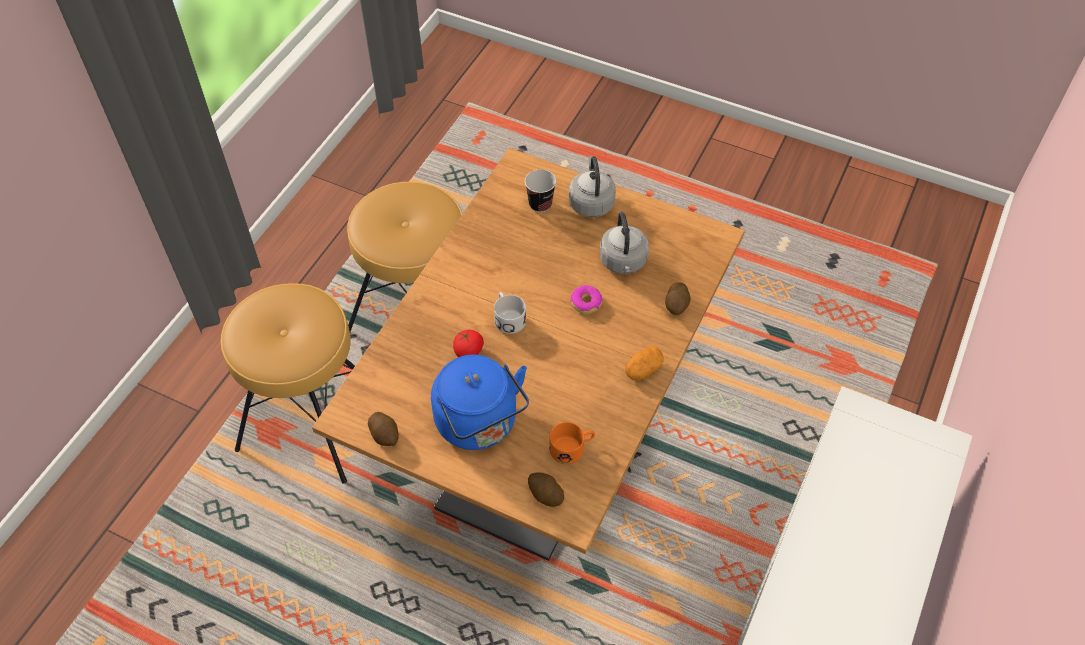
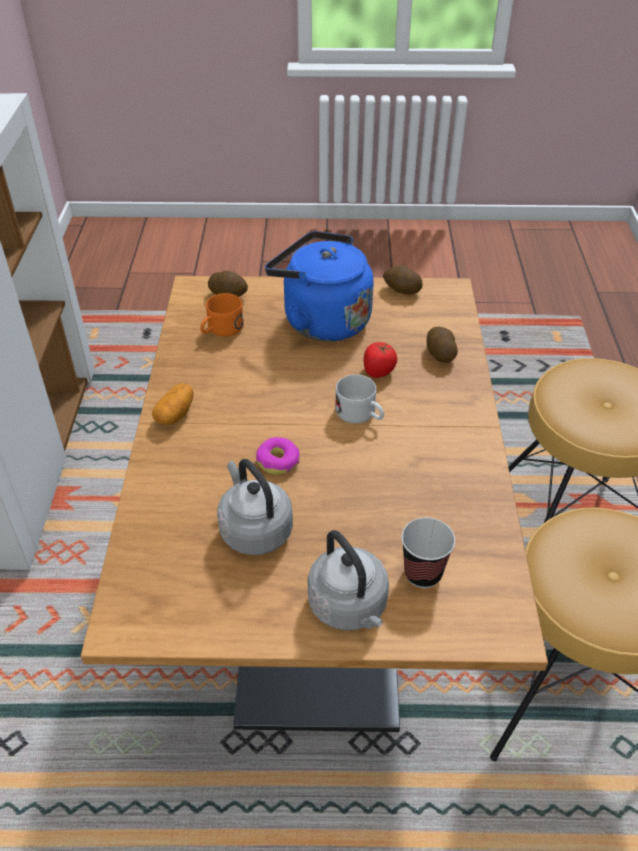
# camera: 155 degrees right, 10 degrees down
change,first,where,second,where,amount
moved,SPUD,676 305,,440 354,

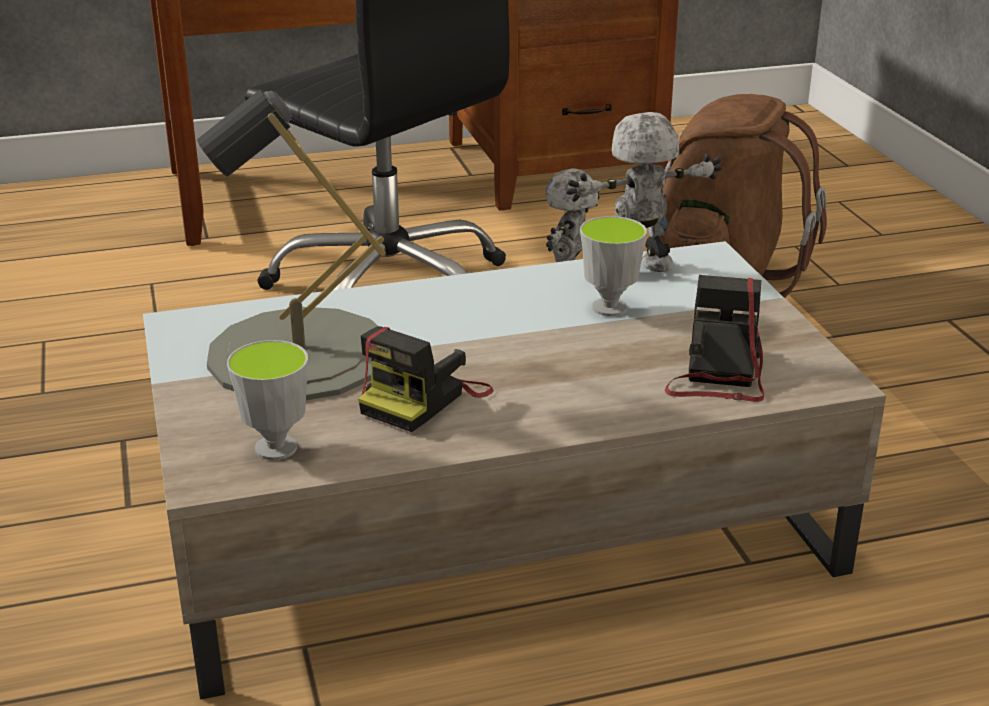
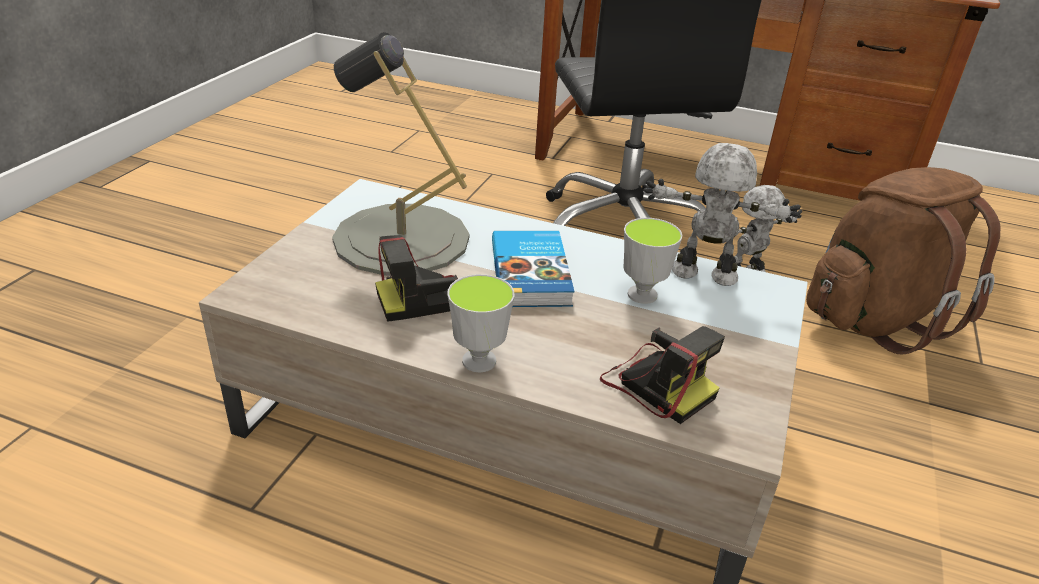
# camera: 35 degrees right, 5 degrees up
change,first,where,second,where,amount
added,,,BOUND BOOK,532 273,
moved,CUP,276 448,,479 361,
turned,STILL CAMERA,718 373,,656 384,90 degrees clockwise

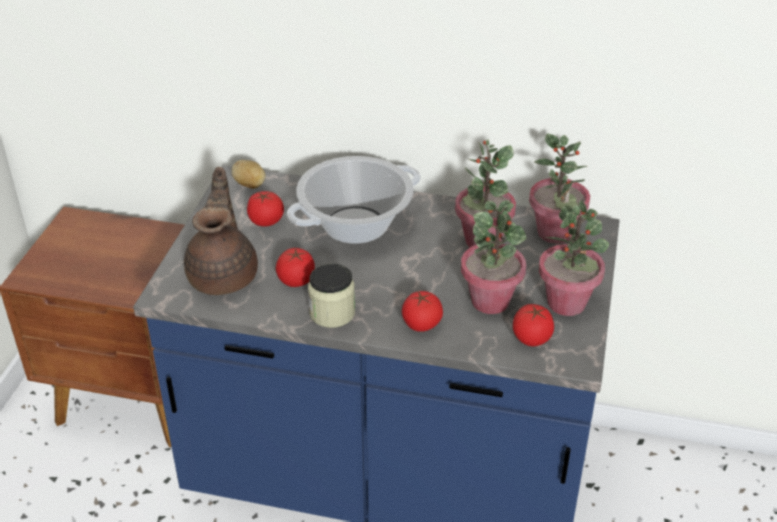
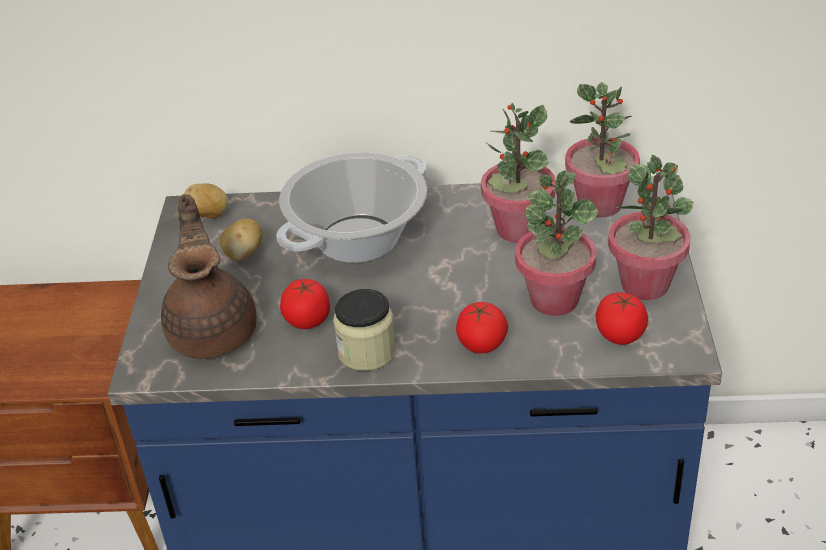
# camera: 10 degrees left, 0 degrees up
change,first,where,second,where,amount
replaced,WHOLE TOMATO,266 221,SPUD,244 254,

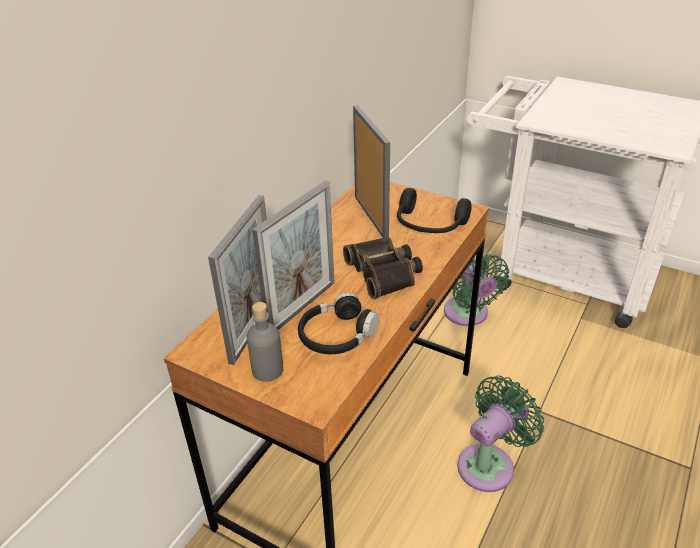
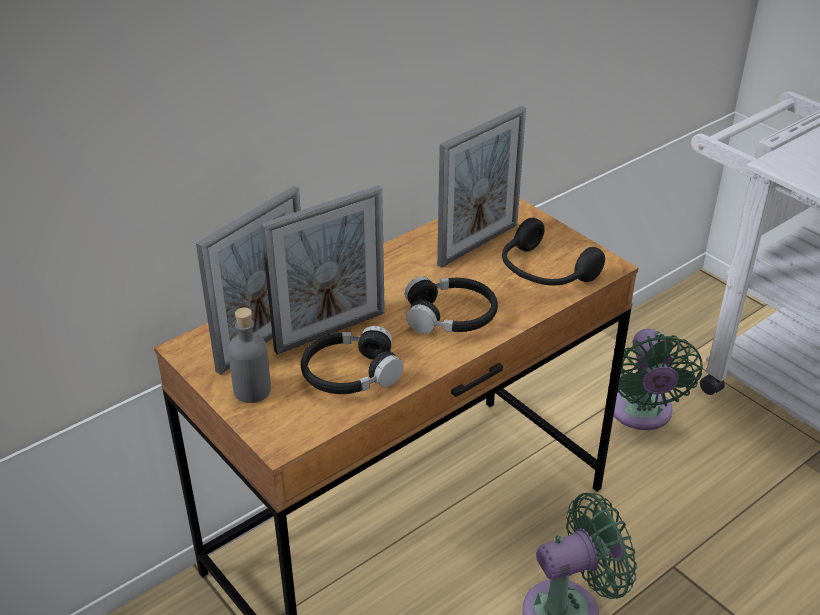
# camera: 20 degrees right, 0 degrees up
change,first,where,second,where,amount
replaced,BINOCULARS,384 273,BLACK-COLOURED PAIR OF HEADPHONES,451 316,
turned,PHOTO FRAME,371 217,,478 244,45 degrees clockwise

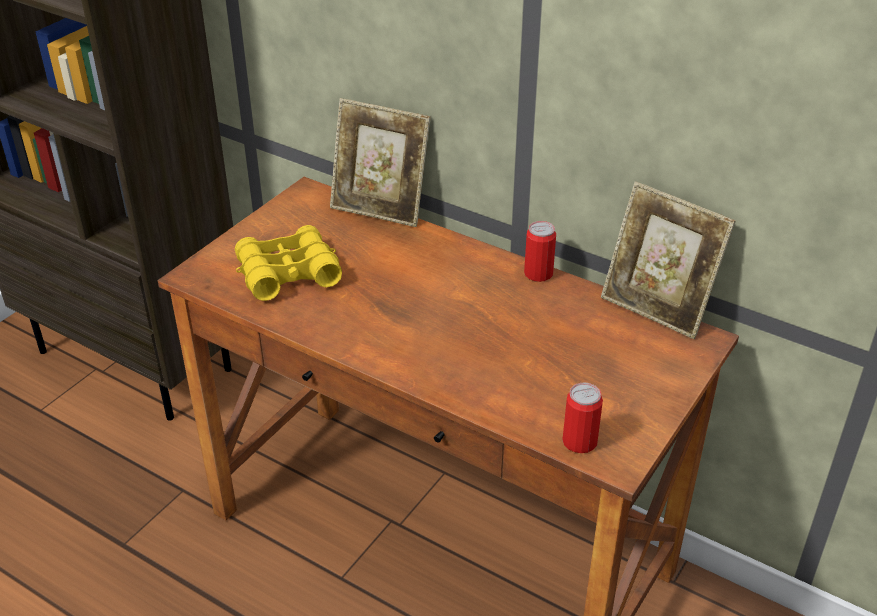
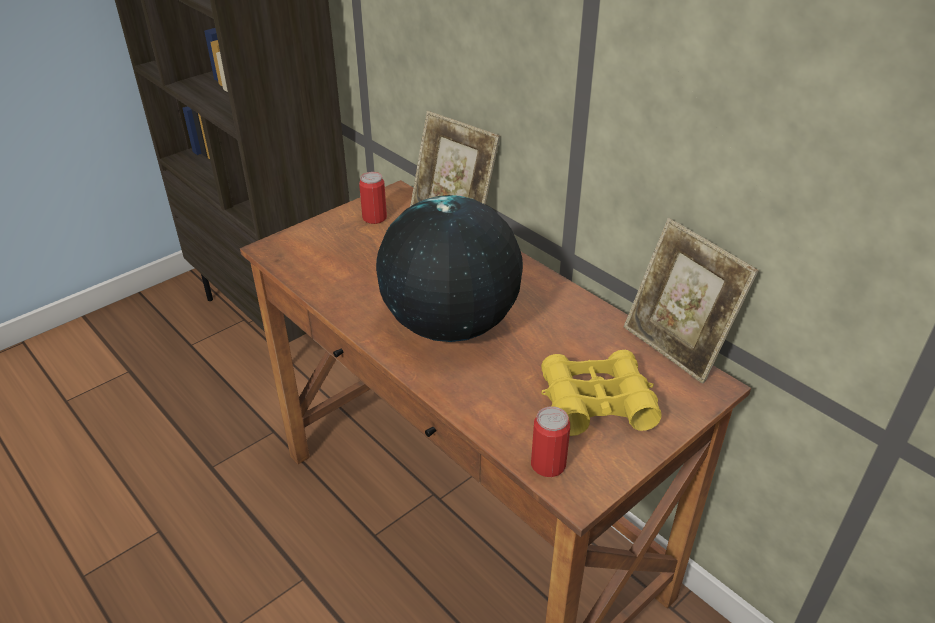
# camera: 15 degrees right, 0 degrees up
change,first,where,second,where,amount
added,,,GLOBE,450 325,
moved,YELLOW-COLOURED BINOCULARS,288 273,,596 402,
moved,CAN,538 274,,374 218,

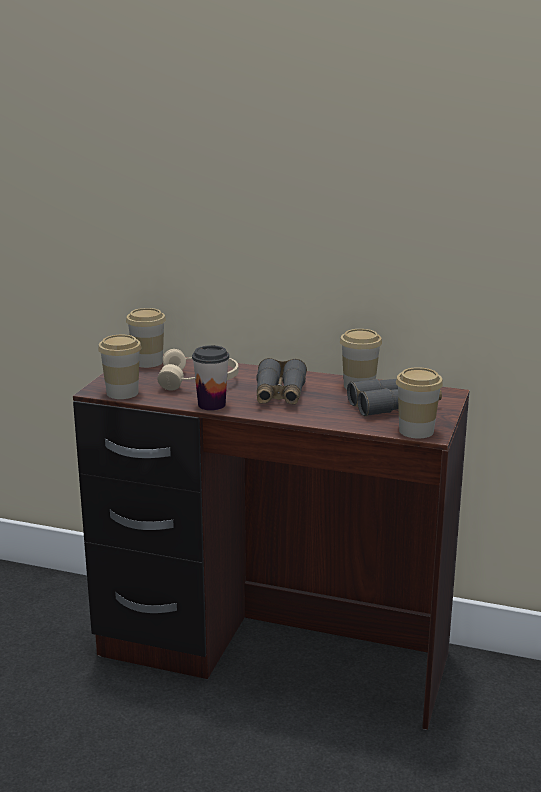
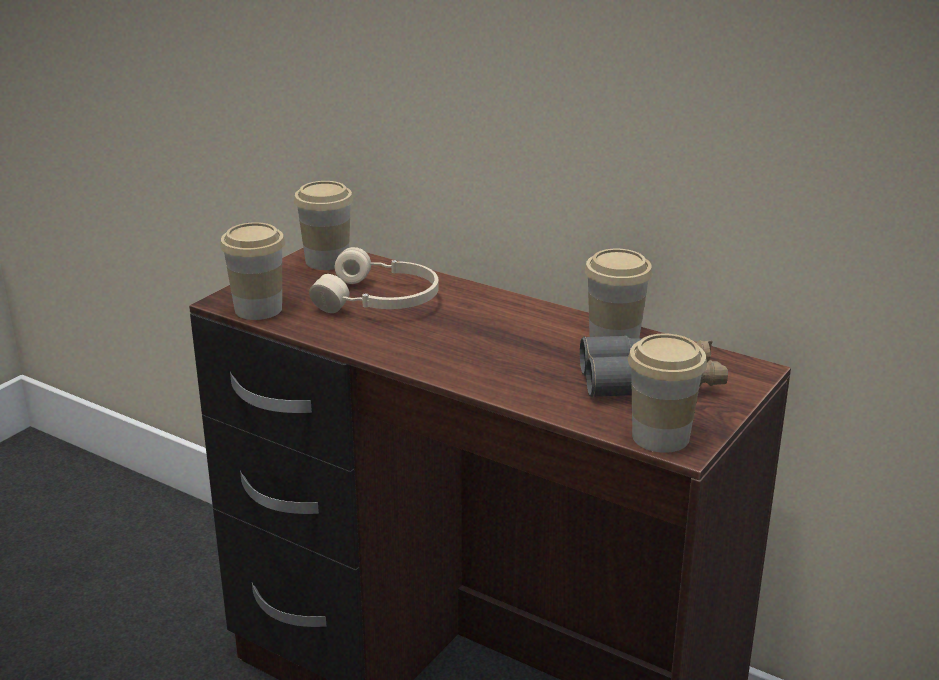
# camera: 15 degrees right, 5 degrees up
change,first,where,second,where,amount
removed,CUP,211 405,,,
removed,GREYISH BINOCULARS,280 394,,,

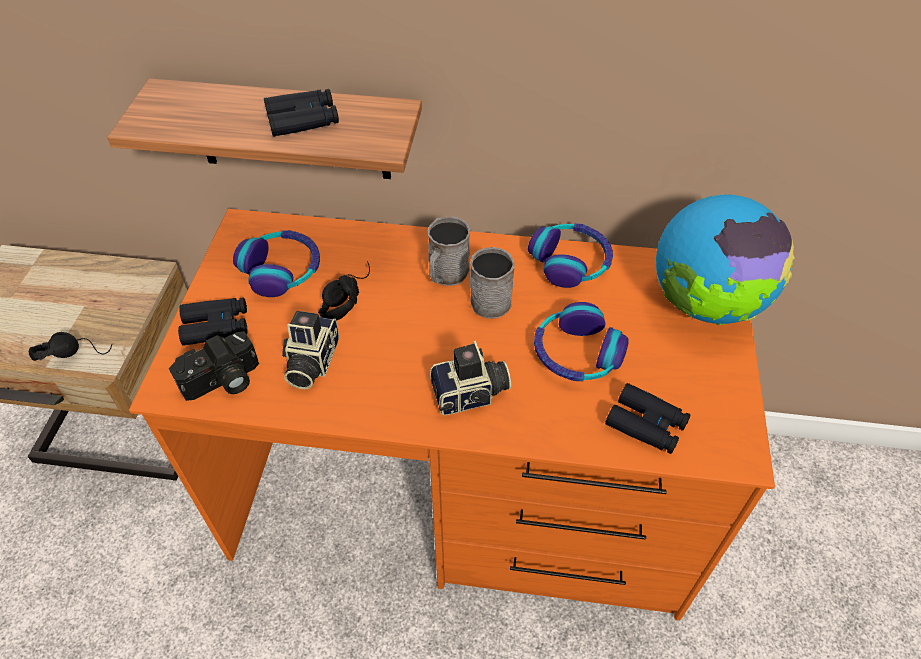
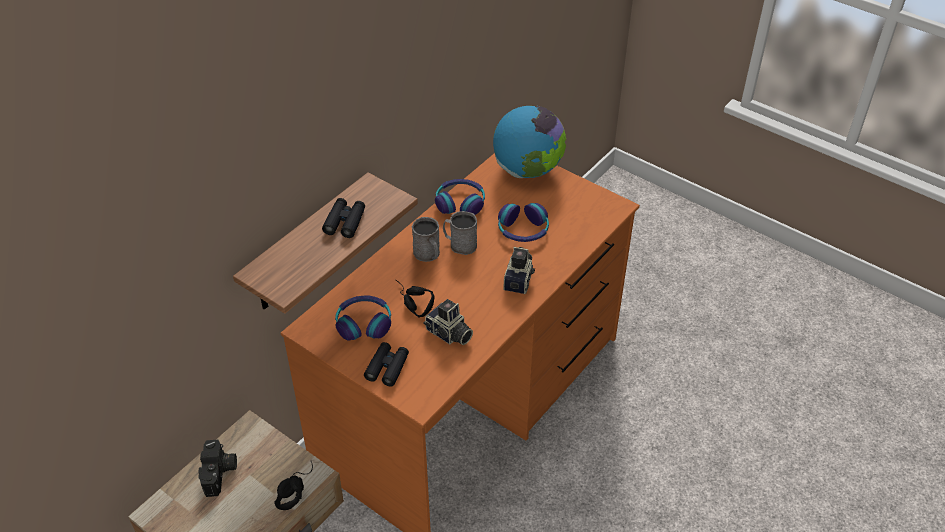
# camera: 60 degrees left, 5 degrees down
change,first,where,second,where,amount
removed,BLACK-COLOURED BINOCULARS,646 424,,,
moved,STILL CAMERA,223 382,,220 473,

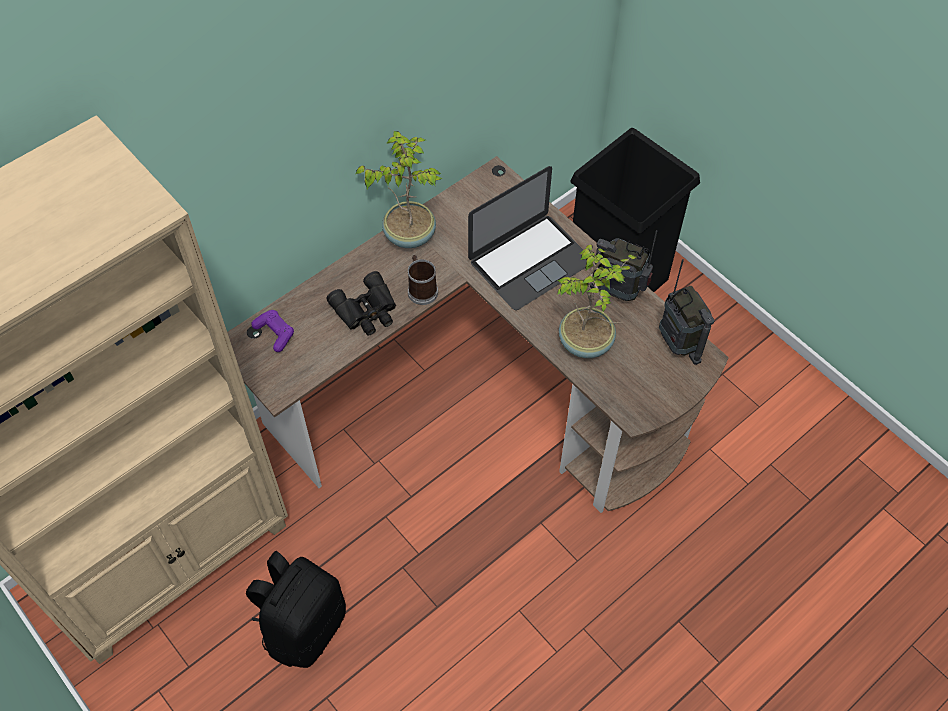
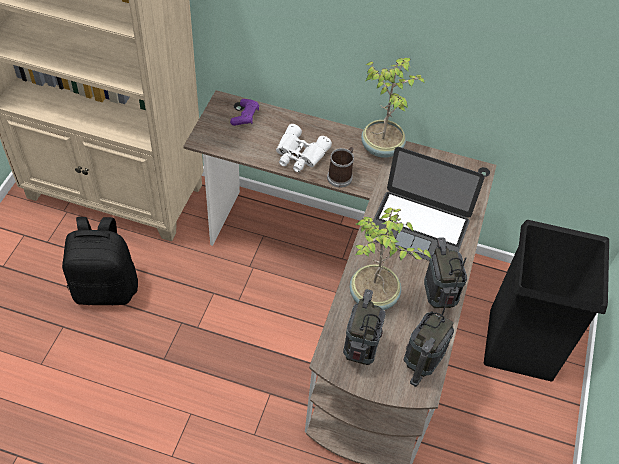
# camera: 55 degrees right, 5 degrees down
change,first,where,second,where,amount
added,,,RADIO SET,360 351,
recoloured,BLACK-COLOURED BINOCULARS,367 311,WHITISH BINOCULARS,299 155,

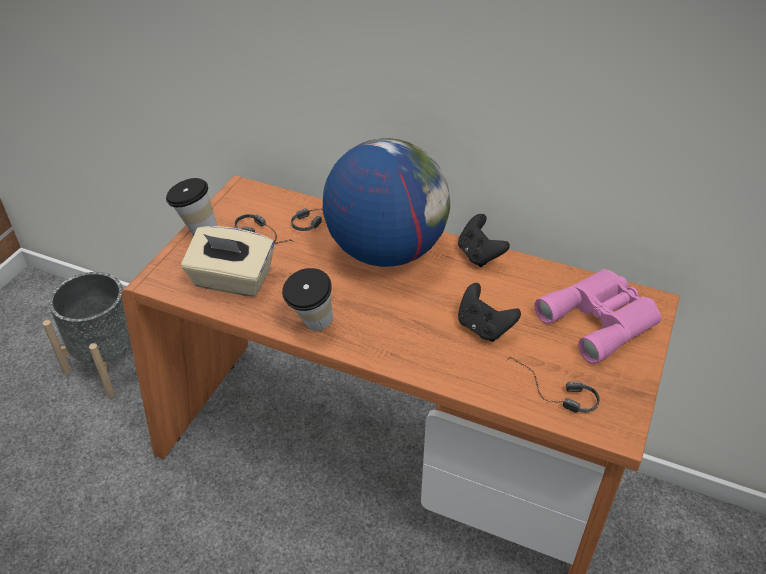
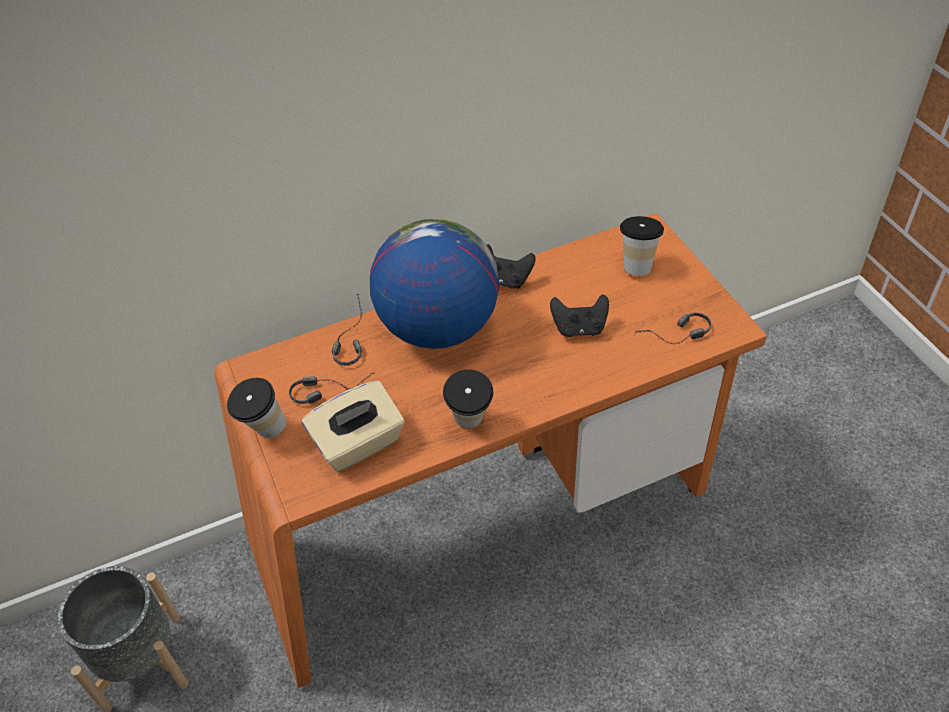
# camera: 45 degrees left, 5 degrees up
change,first,where,second,where,amount
replaced,PINK-COLOURED BINOCULARS,601 319,CUP,637 265,

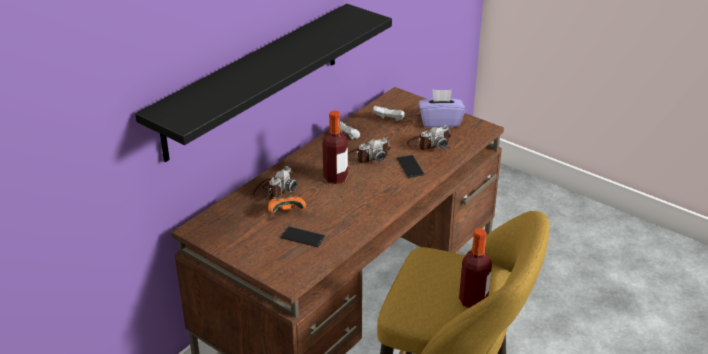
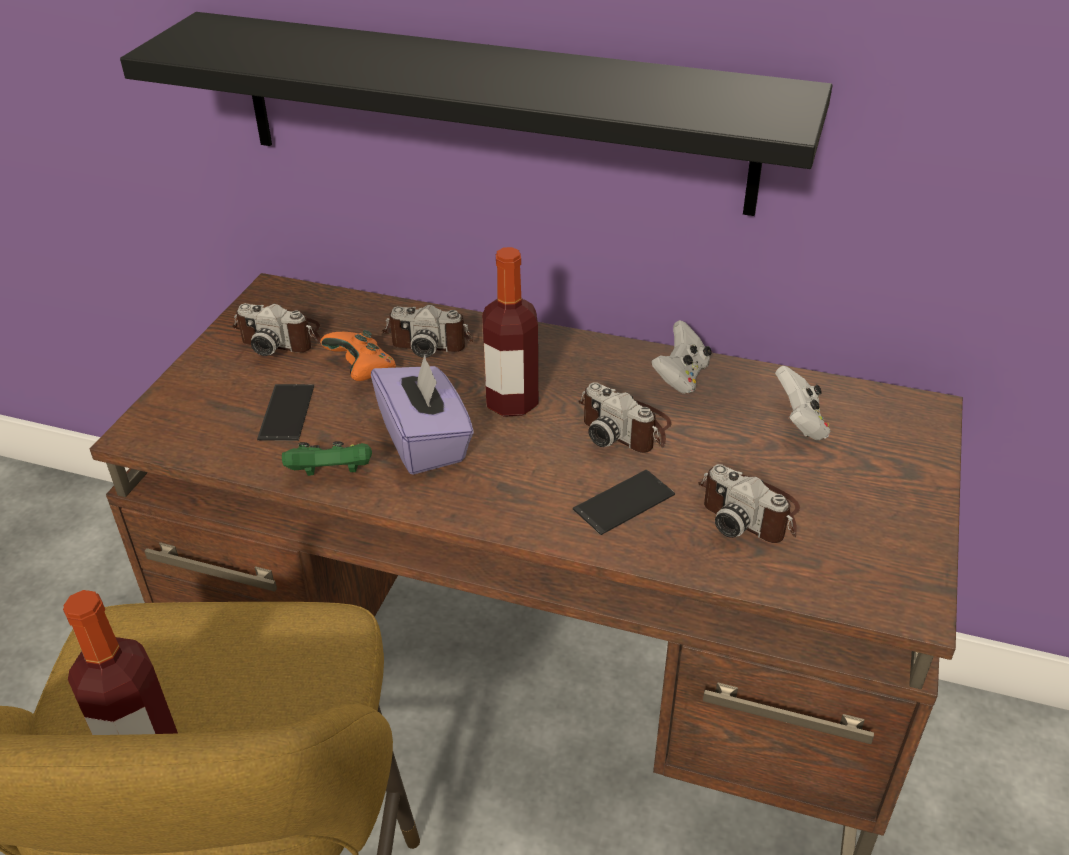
# camera: 70 degrees right, 5 degrees up
change,first,where,second,where,amount
added,,,STILL CAMERA,281 337,
added,,,GREEN GAMEPAD,332 475,
moved,PURPLISH BOX OF TISSUES,440 121,,425 441,

